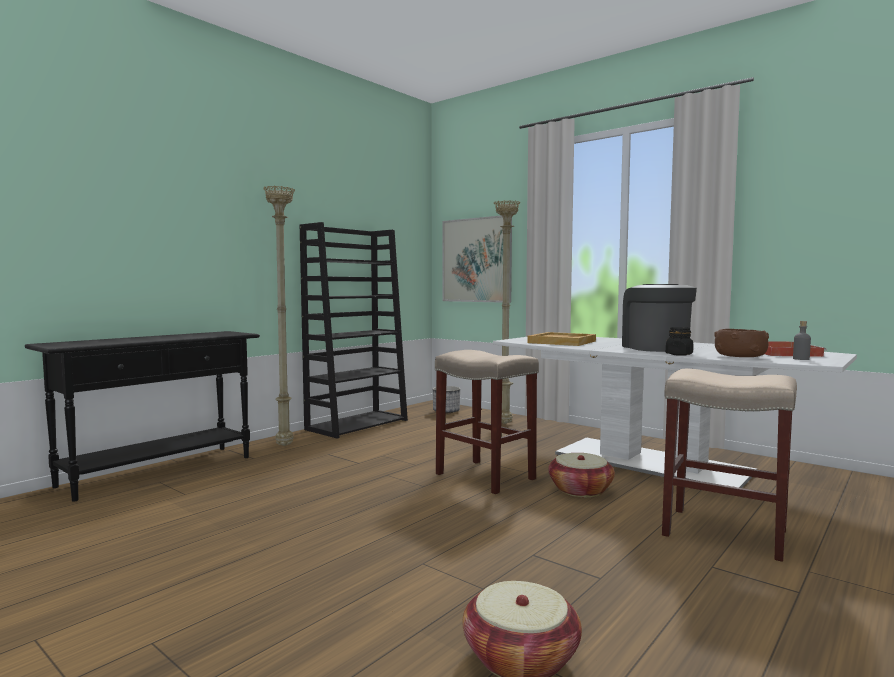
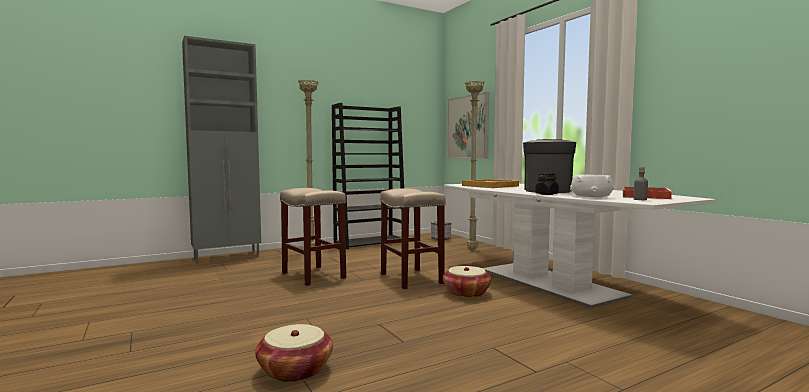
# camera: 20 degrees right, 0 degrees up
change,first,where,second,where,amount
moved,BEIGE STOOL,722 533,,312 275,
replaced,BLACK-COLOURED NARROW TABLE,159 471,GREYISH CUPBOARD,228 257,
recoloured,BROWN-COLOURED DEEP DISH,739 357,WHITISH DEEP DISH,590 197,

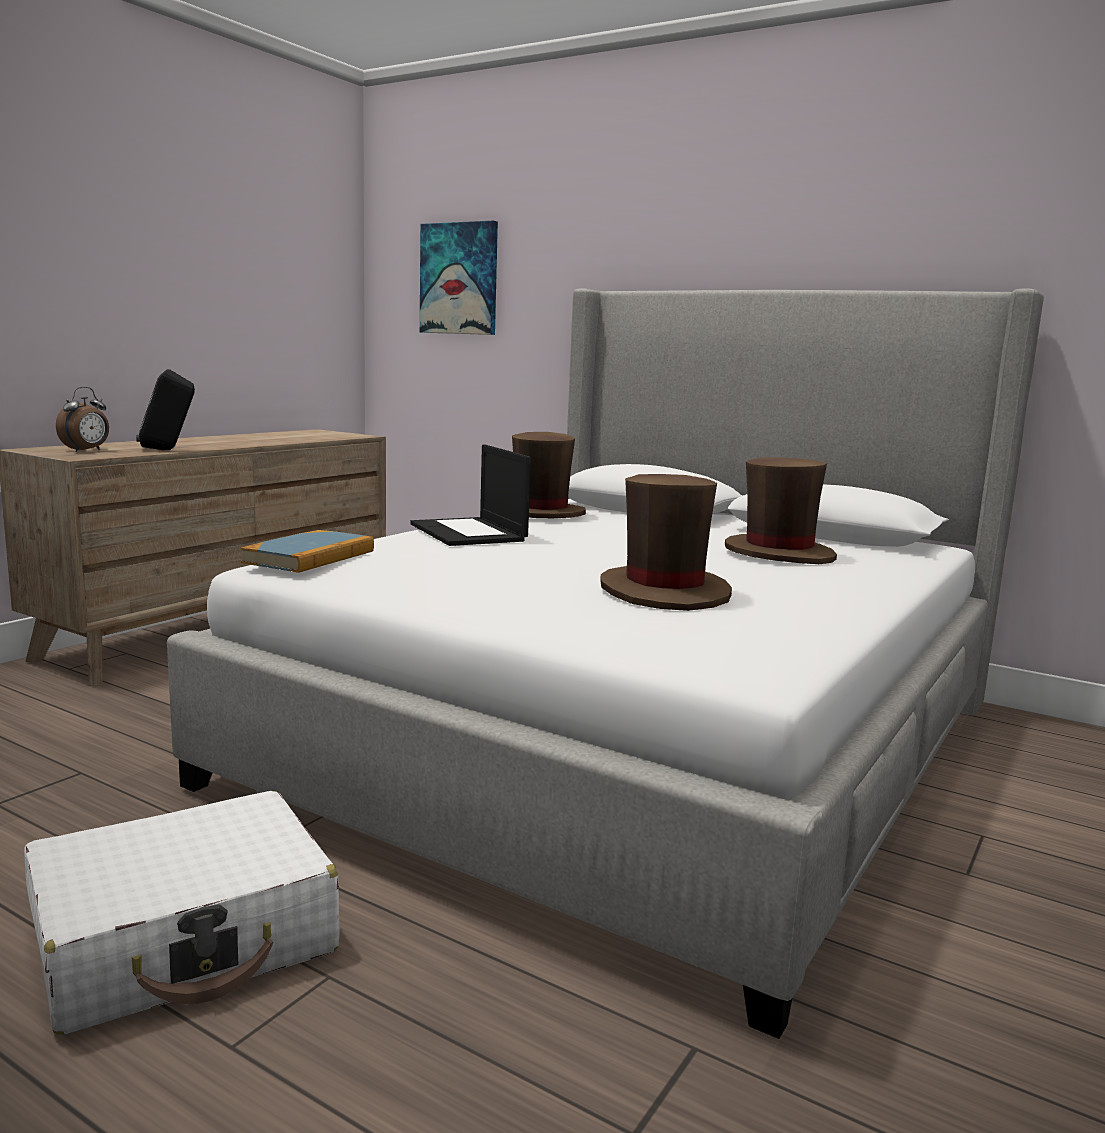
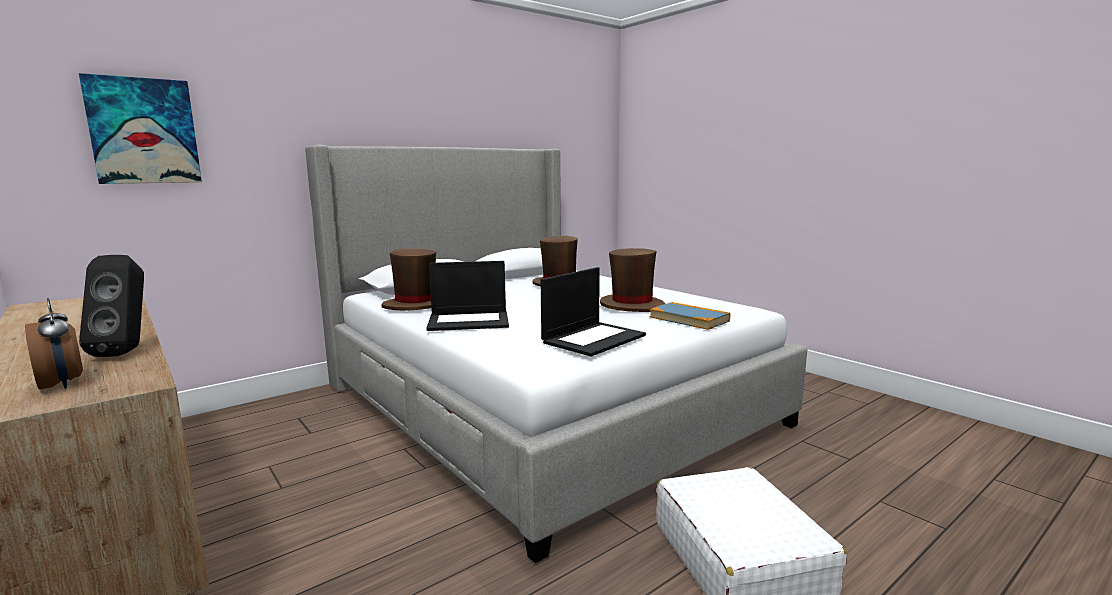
# camera: 70 degrees left, 0 degrees up
change,first,where,second,where,amount
added,,,LAPTOP,594 338,
moved,BOUND BOOK,310 557,,689 319,

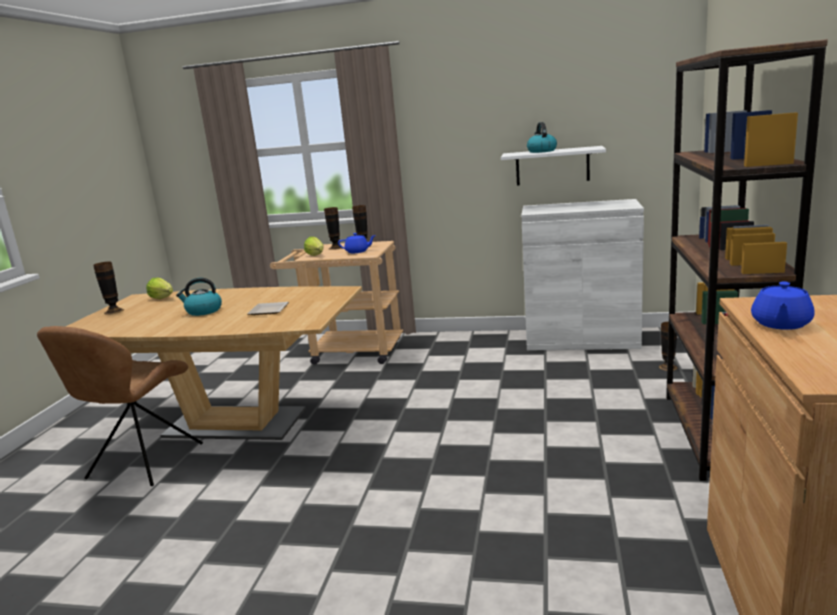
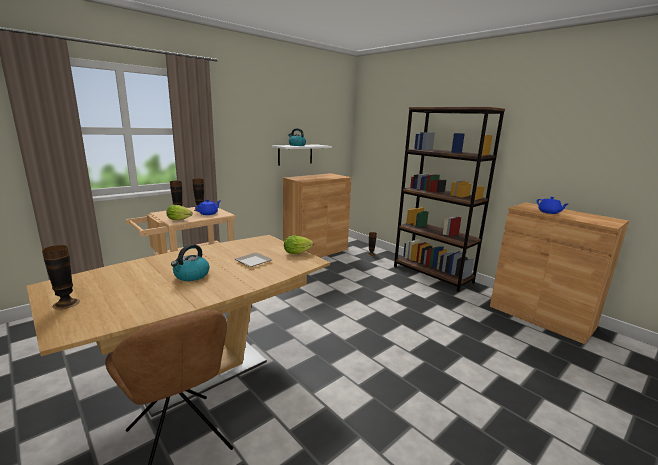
# camera: 55 degrees left, 0 degrees up
change,first,where,second,where,amount
moved,HEAD OF LETTUCE,163 298,,298 253,
recoloured,WHITISH CUPBOARD,581 339,BROWN-COLOURED CUPBOARD,316 251,

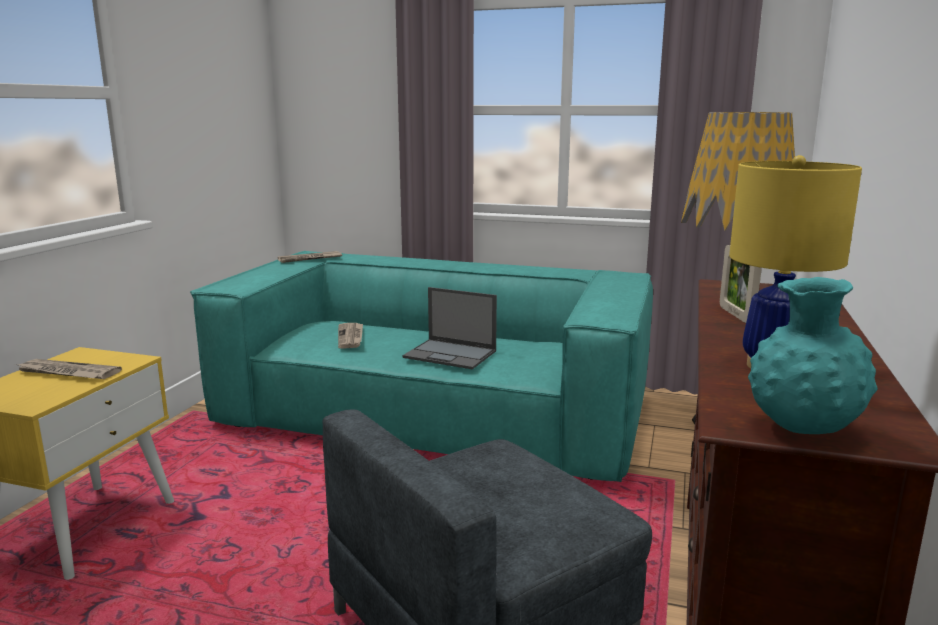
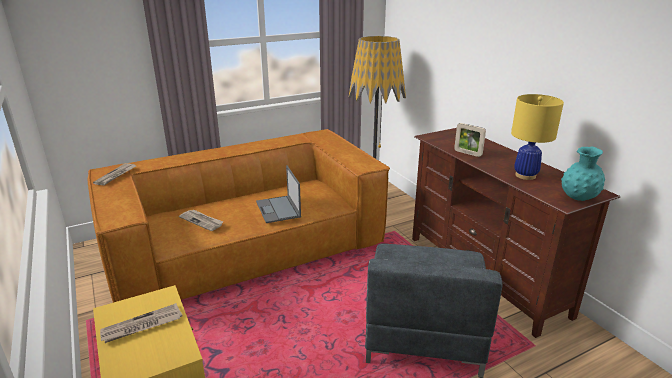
# camera: 45 degrees left, 10 degrees up
change,first,where,second,where,amount
recoloured,TURQUOISE COUCH,435 412,BROWN-COLOURED COUCH,247 246,
turned,LAPTOP,451 354,,278 209,90 degrees clockwise

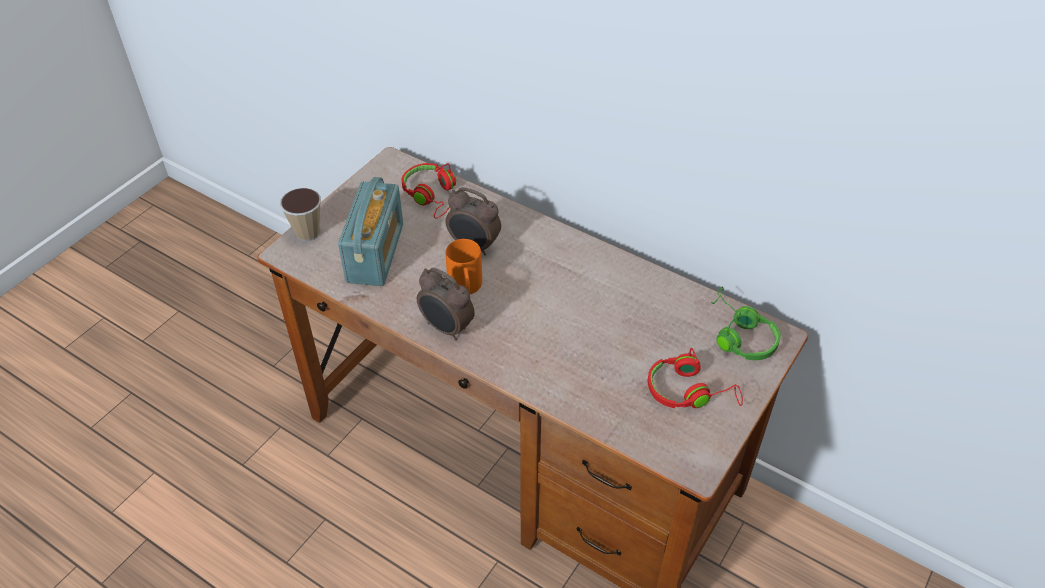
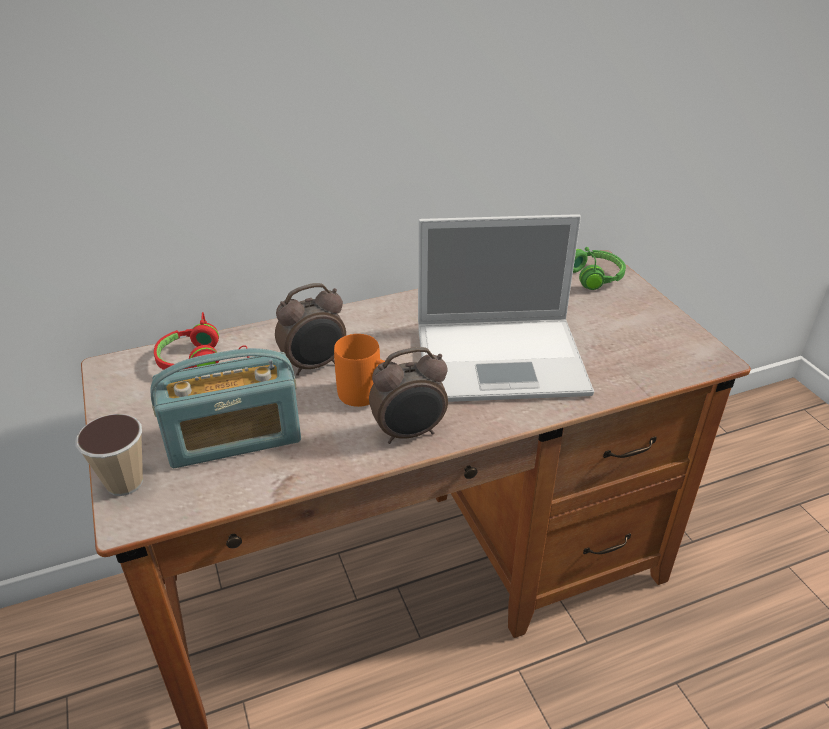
# camera: 55 degrees left, 10 degrees down
change,first,where,second,where,amount
removed,REDDISH PAIR OF HEADPHONES,689 391,,,
added,,,LAPTOP,503 359,
turned,RADIO SET,375 253,,234 438,120 degrees clockwise

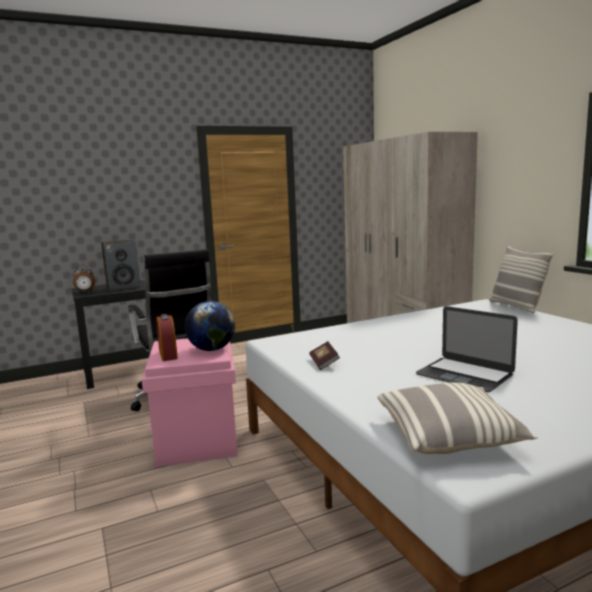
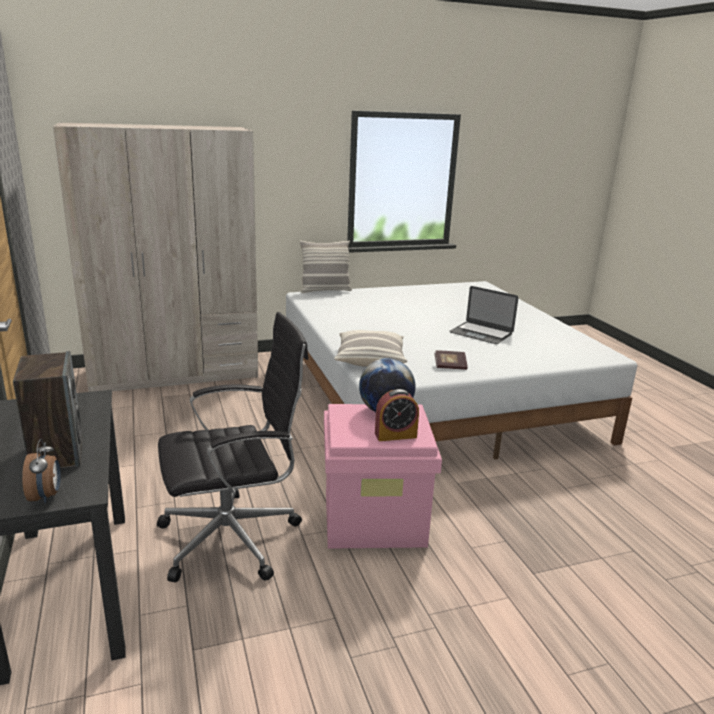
# camera: 85 degrees left, 10 degrees up
change,first,where,second,where,amount
moved,CUSHION,449 436,,370 359,
turned,LAPTOP,464 374,,481 333,75 degrees clockwise

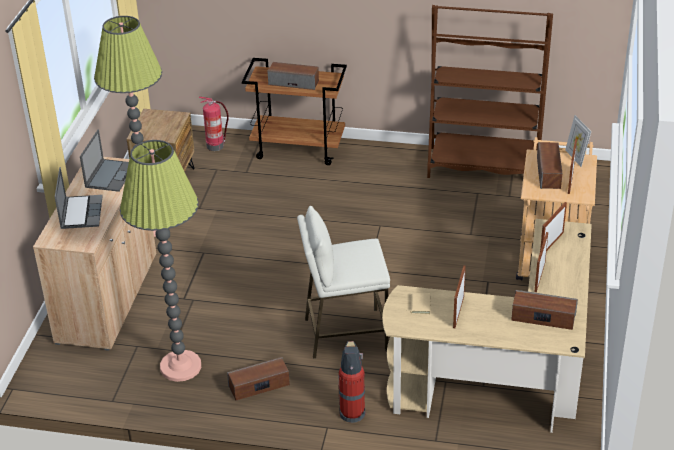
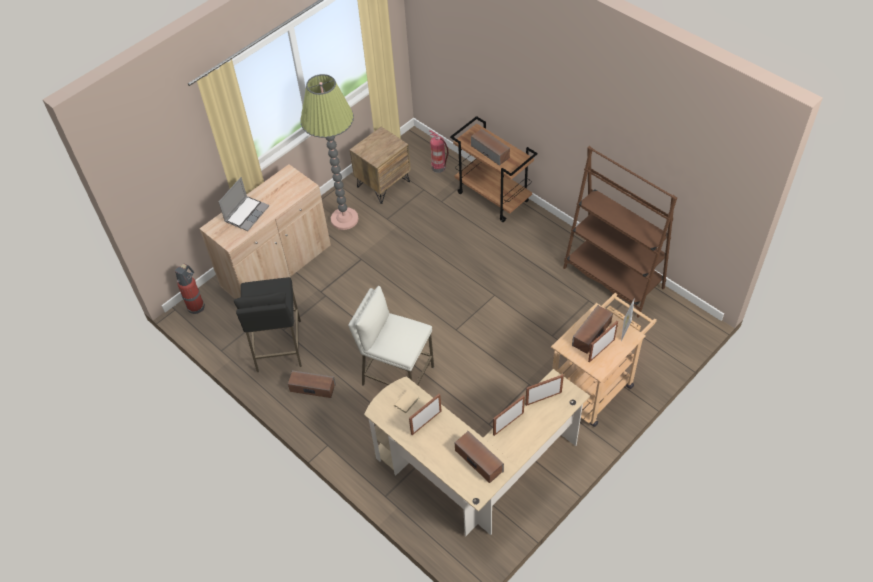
# camera: 35 degrees right, 15 degrees up
change,first,where,second,where,amount
removed,LAPTOP,110 175,,,
moved,FIRE-FIGHTING CYLINDER,352 412,,196 306,
replaced,STANDING LAMP,180 367,BLACK-COLOURED STOOL,278 346,

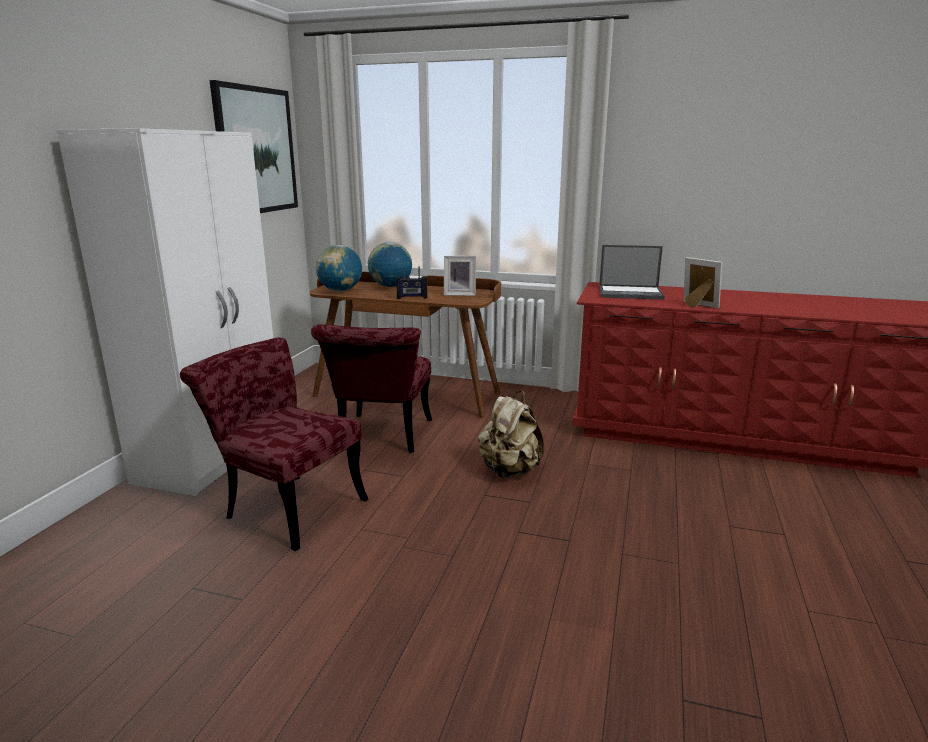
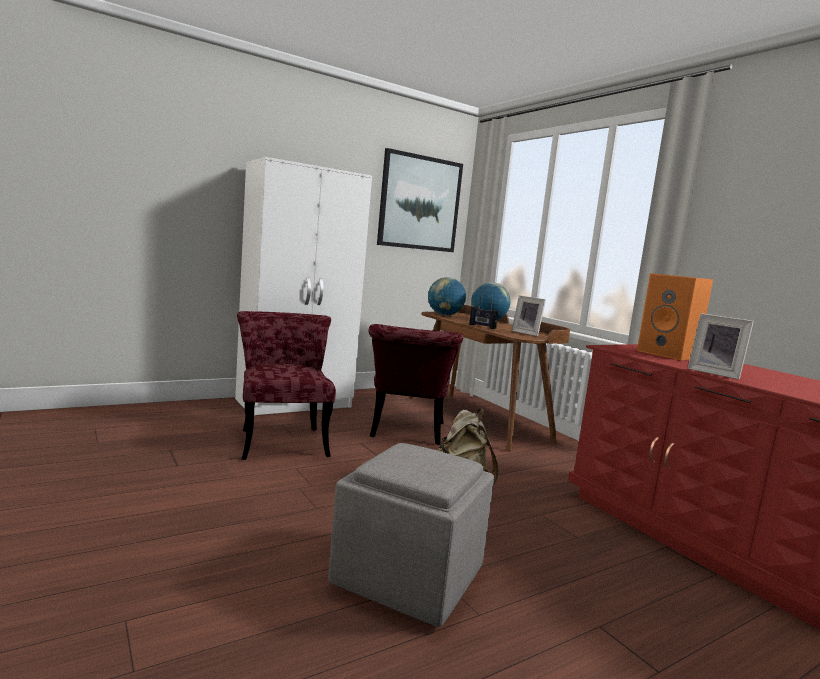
# camera: 40 degrees right, 10 degrees down
change,first,where,second,where,amount
added,,,GREYISH POUFFE,409 578,
replaced,LAPTOP,631 293,ORANGE AUDIO SPEAKER,669 354,
turned,REDDISH PLAIN CHAIR,381 438,,406 433,45 degrees counterclockwise
turned,PHOTO FRAME,697 306,,715 373,135 degrees clockwise

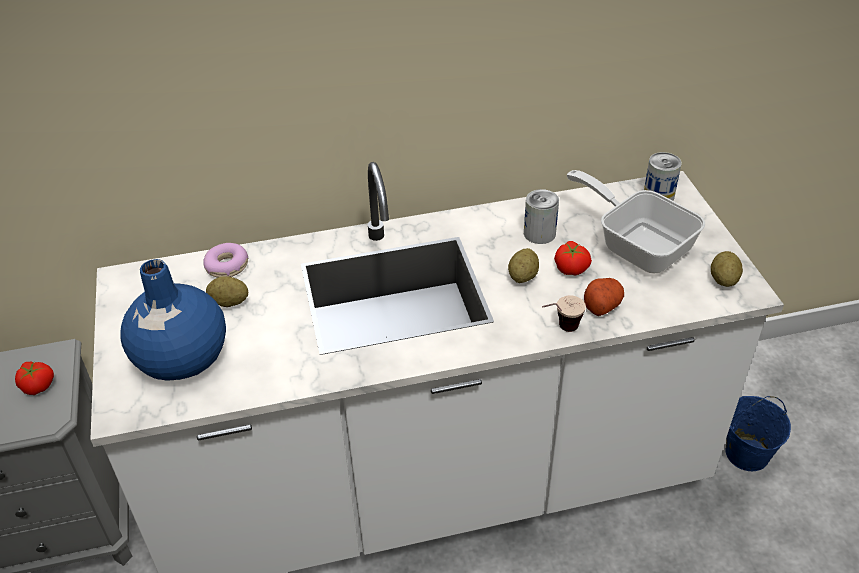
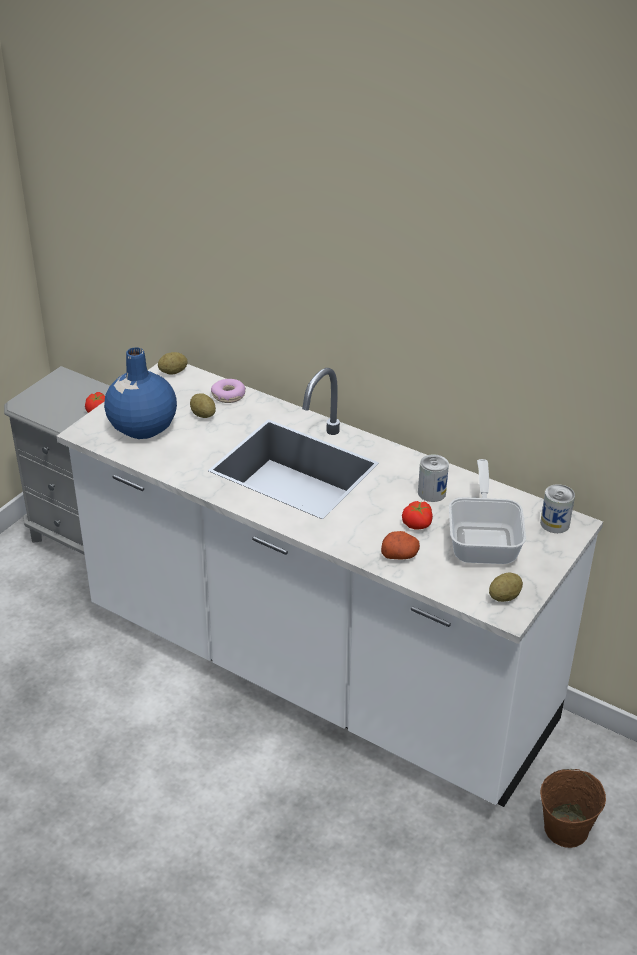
# camera: 45 degrees right, 5 degrees down
change,first,where,second,where,amount
removed,CUP,559 330,,,
moved,SPUD,523 276,,173 372,
recoloured,BLUE WATER BUCKET,746 453,BROWN-COLOURED WATER BUCKET,566 828,

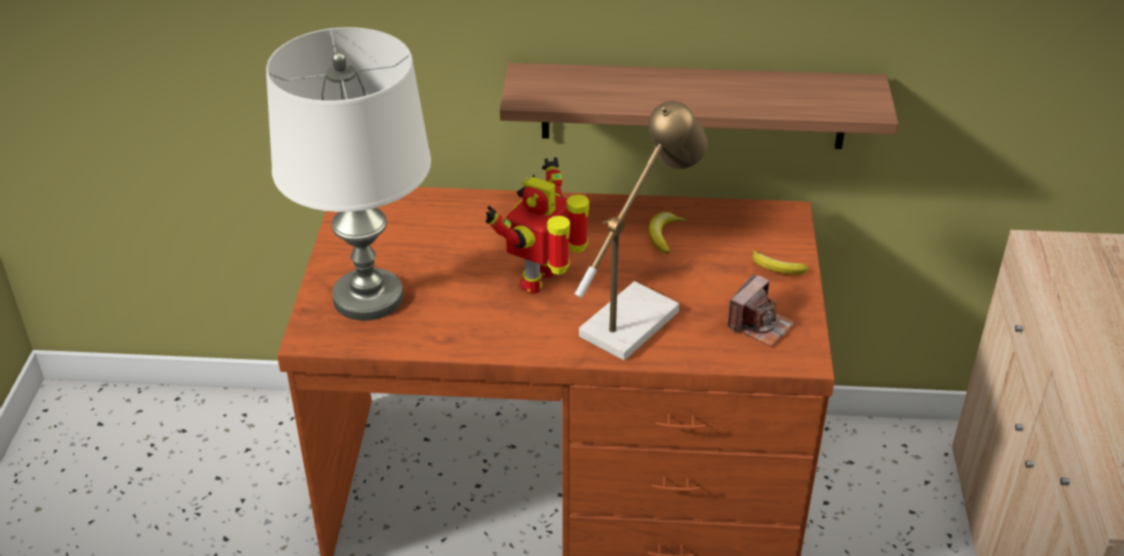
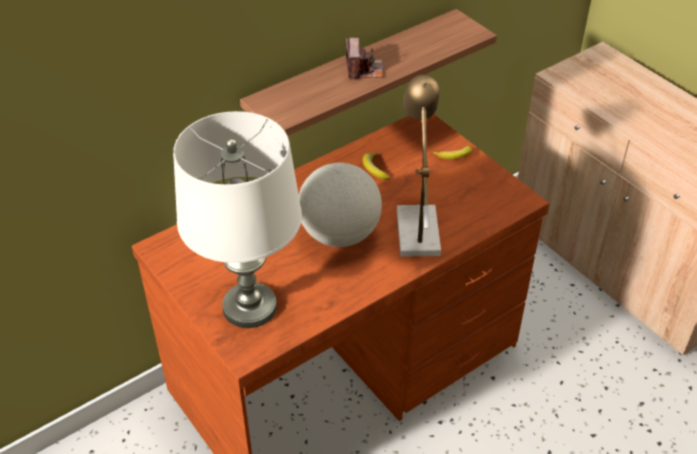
# camera: 40 degrees left, 5 degrees up
change,first,where,second,where,amount
moved,STILL CAMERA,759 325,,364 69,
replaced,MODEL ROBOT,542 280,GLOBE,340 234,

